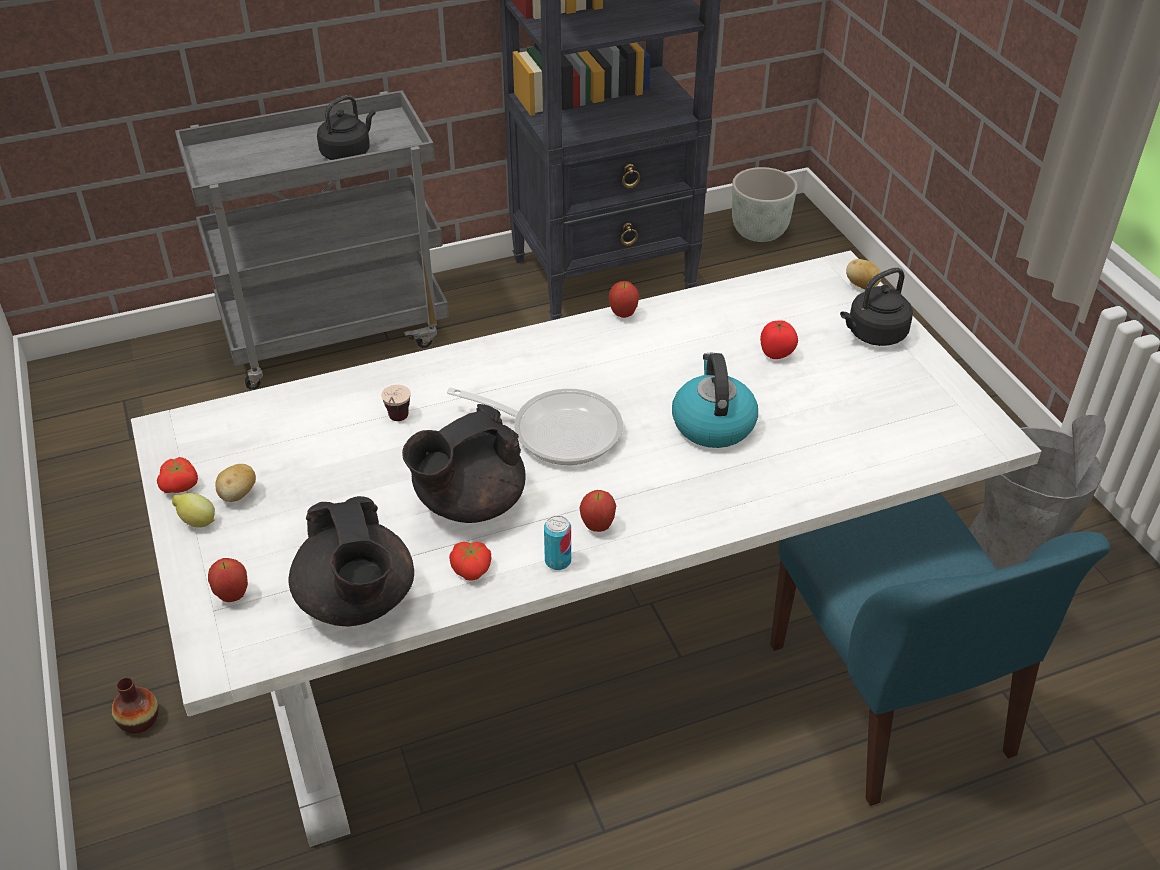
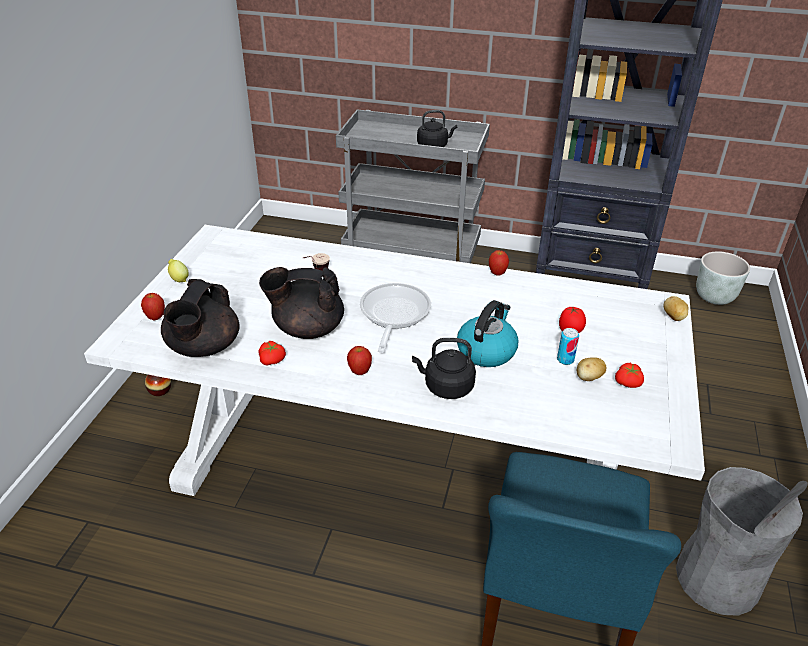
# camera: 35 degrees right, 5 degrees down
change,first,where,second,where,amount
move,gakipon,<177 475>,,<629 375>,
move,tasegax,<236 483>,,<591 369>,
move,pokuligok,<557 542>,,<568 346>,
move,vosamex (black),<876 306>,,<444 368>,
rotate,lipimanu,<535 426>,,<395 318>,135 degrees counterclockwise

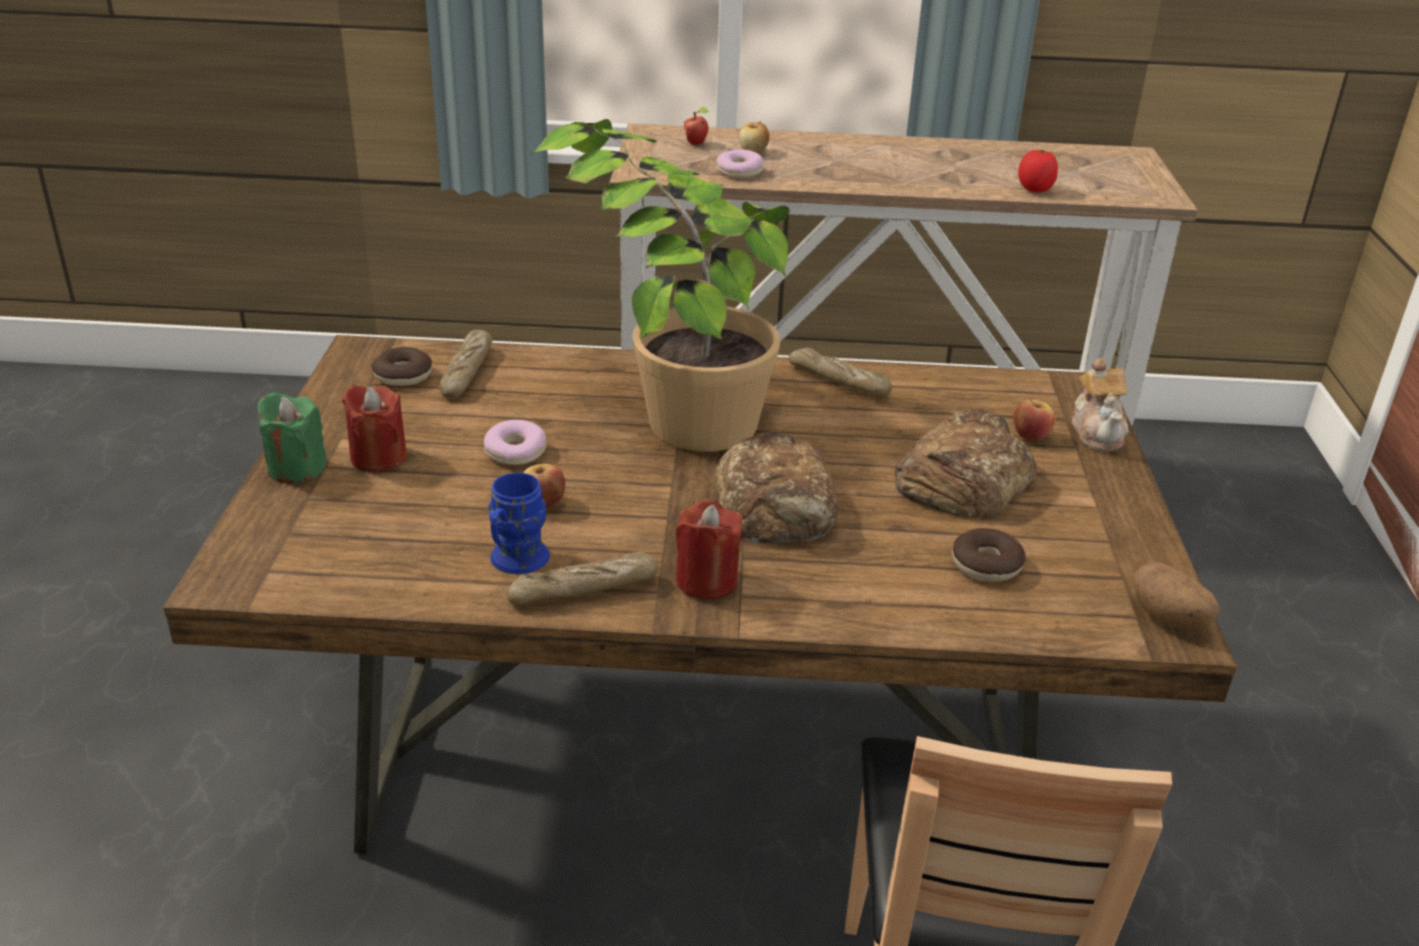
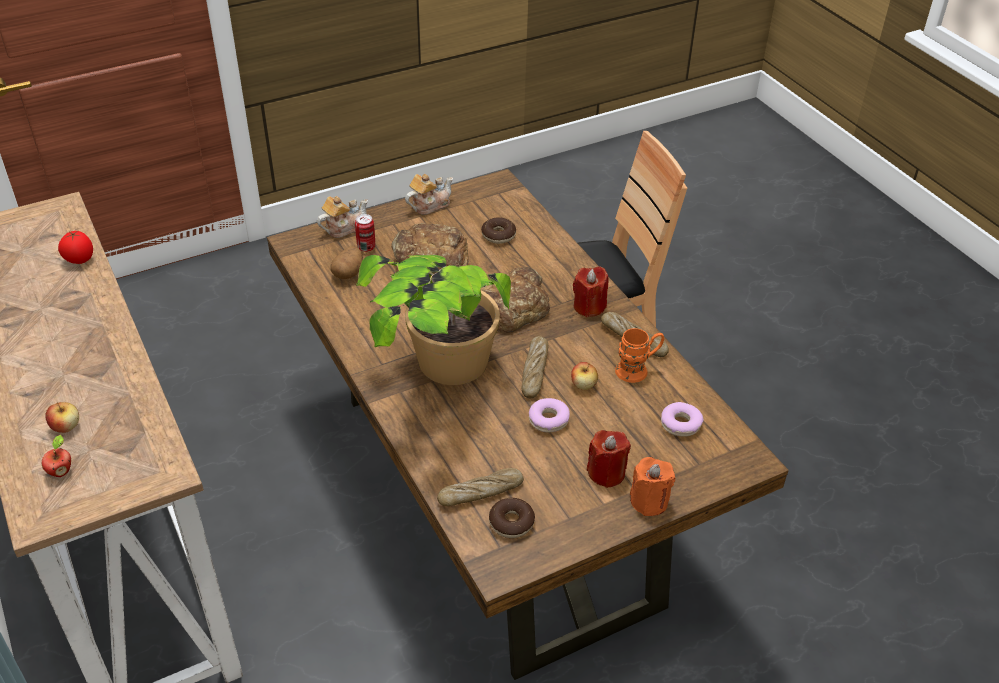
# camera: 120 degrees left, 10 degrees up
change,first,where,second,where,amount
insert,,,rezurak,<429 194>,
move,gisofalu,<740 164>,,<682 419>,
move,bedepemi,<840 372>,,<535 367>,
move,tasegax,<1176 595>,,<347 262>,
replace,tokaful,<1034 420>,pokuligok,<365 233>,
recolor,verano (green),<292 437>,verano (orange),<652 486>,
recolor,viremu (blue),<519 523>,viremu (orange),<639 355>,

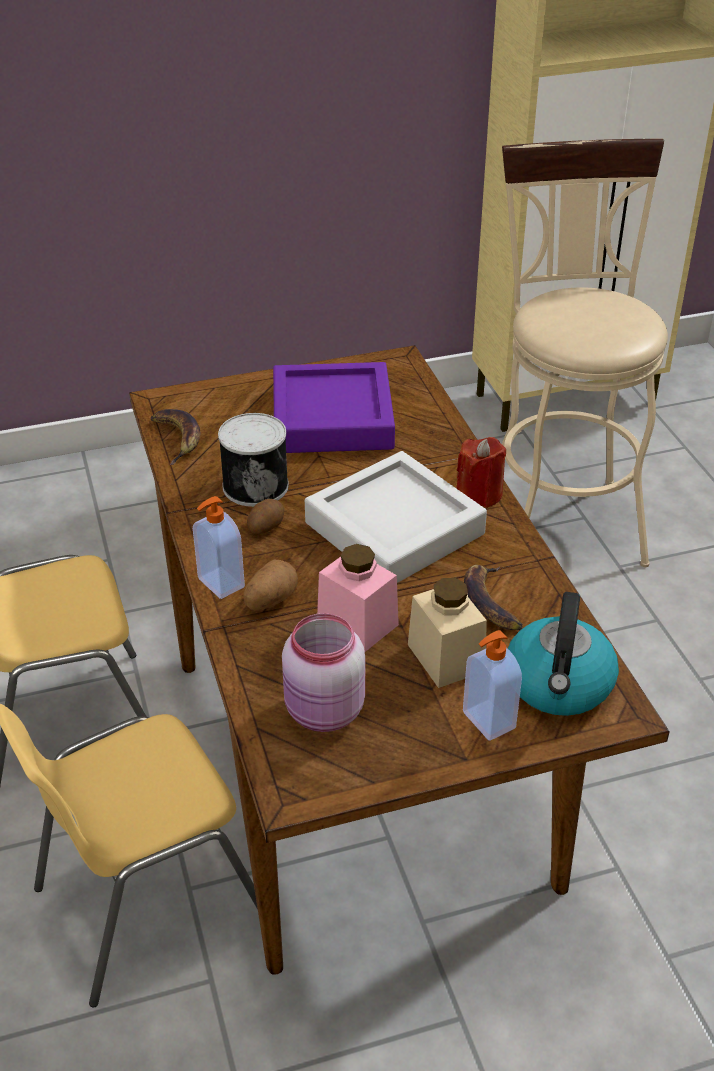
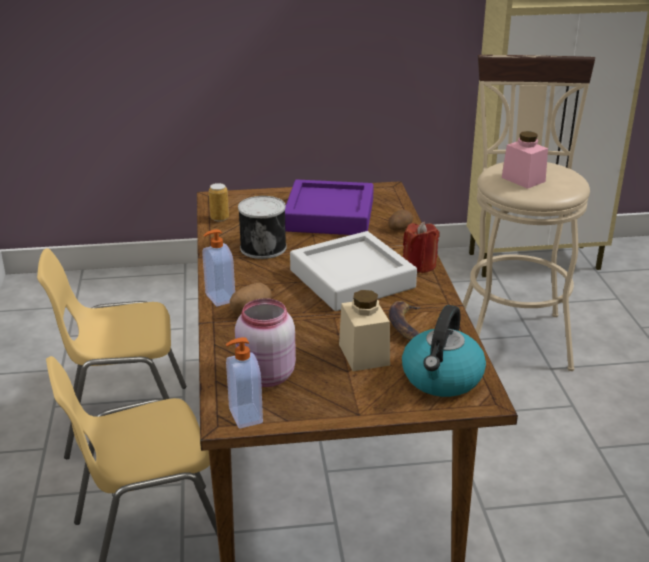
# camera: 10 degrees right, 10 degrees down
change,first,where,second,where,amount
move,tasegax,<265 516>,,<400 220>,
move,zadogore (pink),<358 598>,,<525 160>,
move,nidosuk,<492 685>,,<244 383>,
replace,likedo,<175 437>,pokuligok,<219 202>,

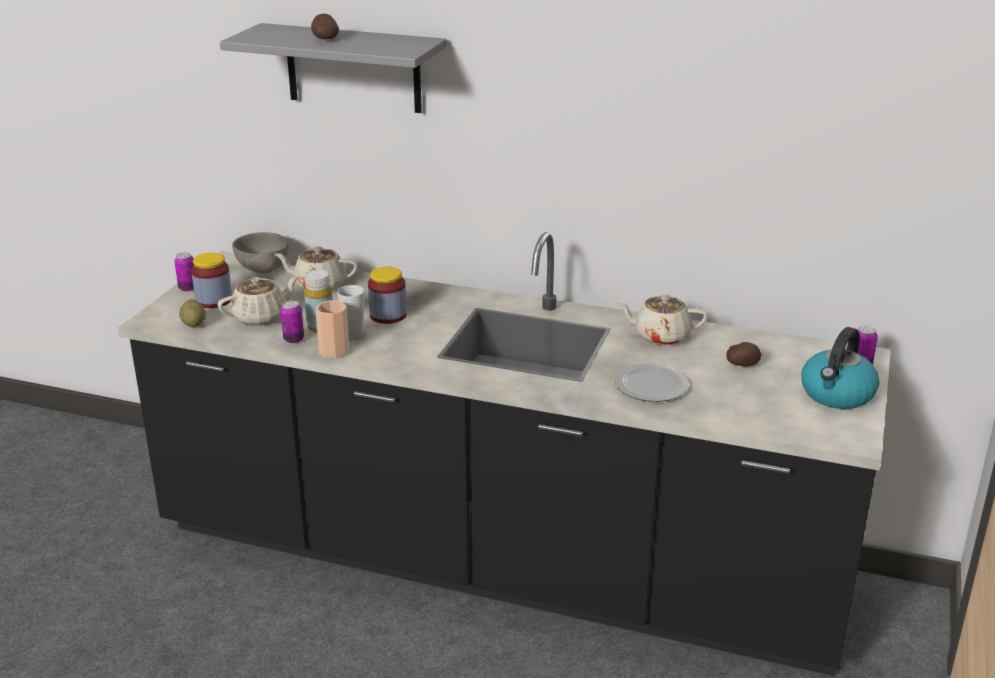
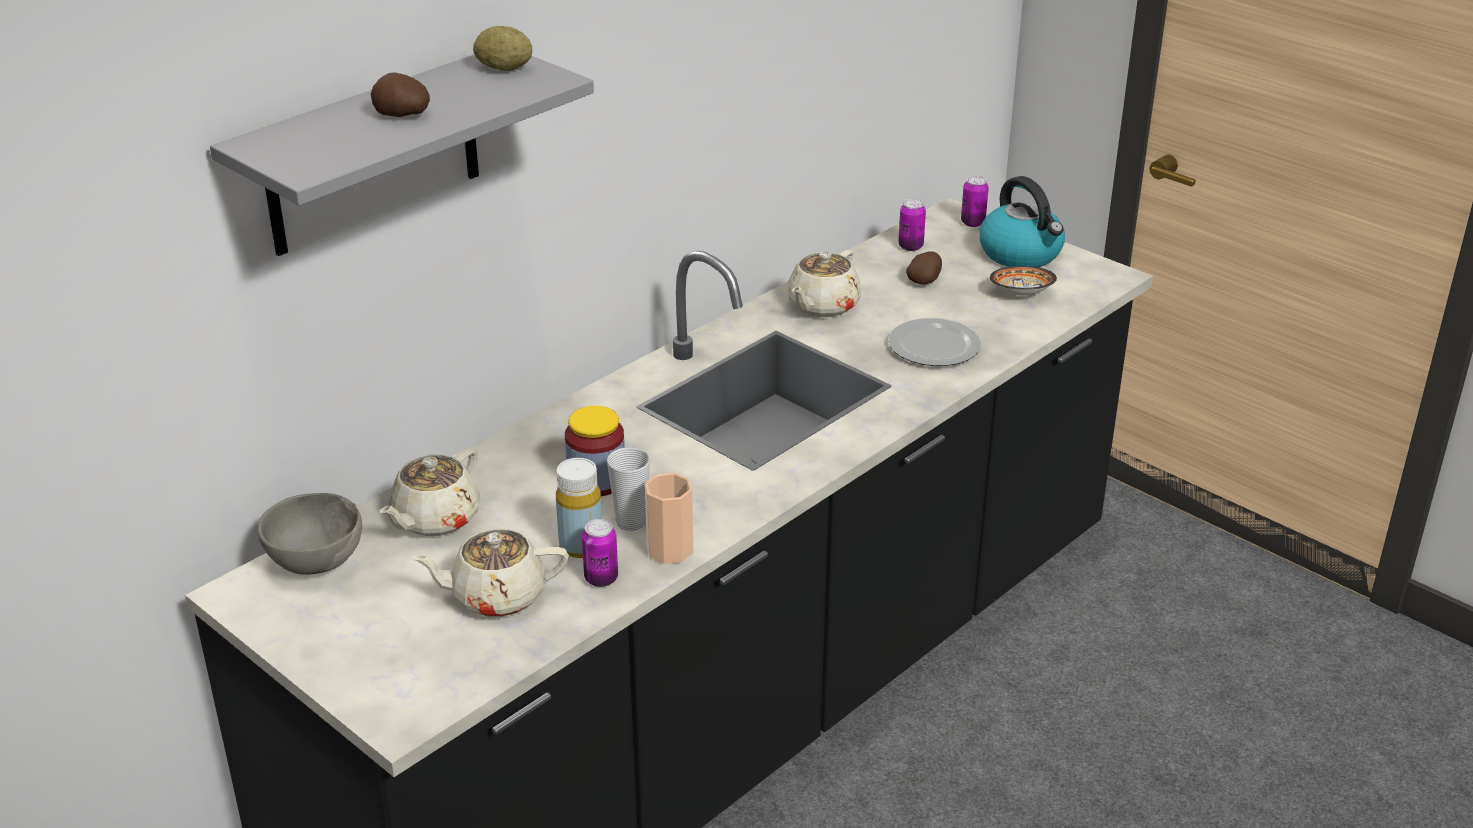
# camera: 65 degrees left, 5 degrees up
change,first,where,second,where,amount
delete,zadogore,<211 280>,,,
insert,,,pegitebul,<1023 281>,
move,pokuligok,<184 272>,,<912 225>,
move,tasegax,<192 313>,,<502 48>,
rotate,rezurak (beige),<258 300>,,<490 573>,90 degrees counterclockwise

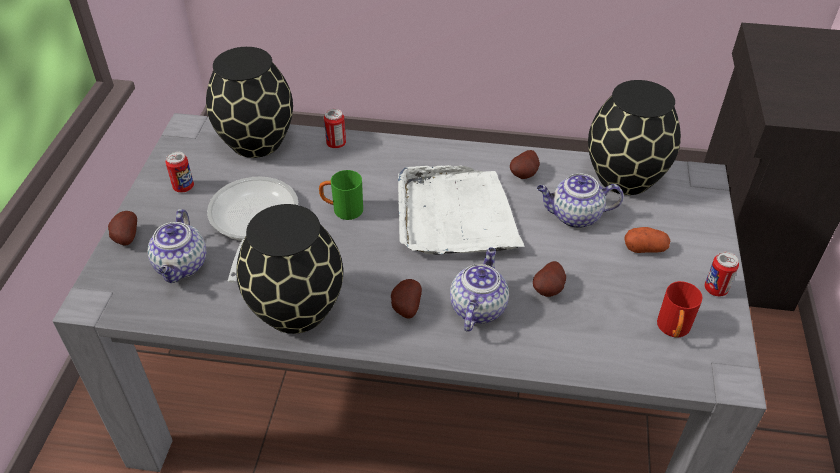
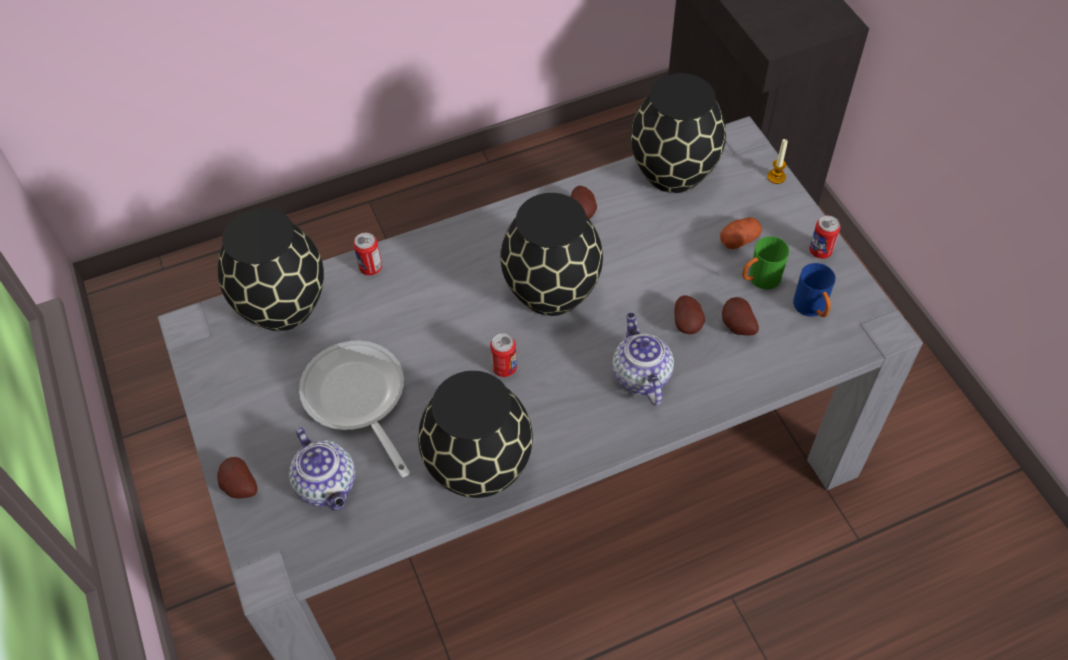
# camera: 30 degrees left, 10 degrees up
change,first,where,second,where,amount
delete,rezurak,<580 200>,,,
insert,,,verano,<777 161>,
move,pokuligok,<179 172>,,<503 355>,
move,viremu (green),<341 195>,,<765 263>,
move,tasegax,<406 299>,,<740 316>,
replace,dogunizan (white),<461 210>,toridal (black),<551 254>,
recolor,viremu (red),<679 309>,viremu (blue),<814 290>,

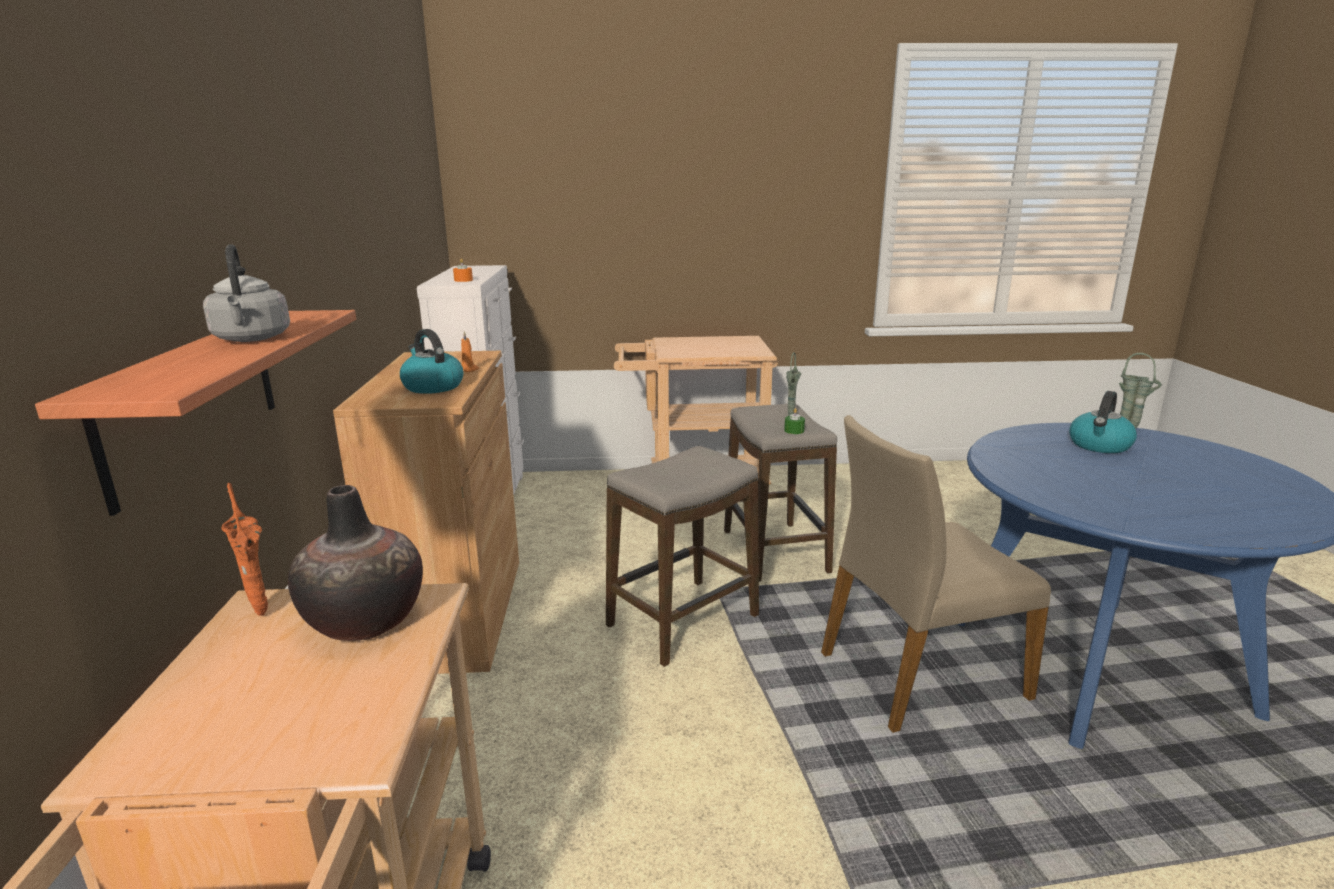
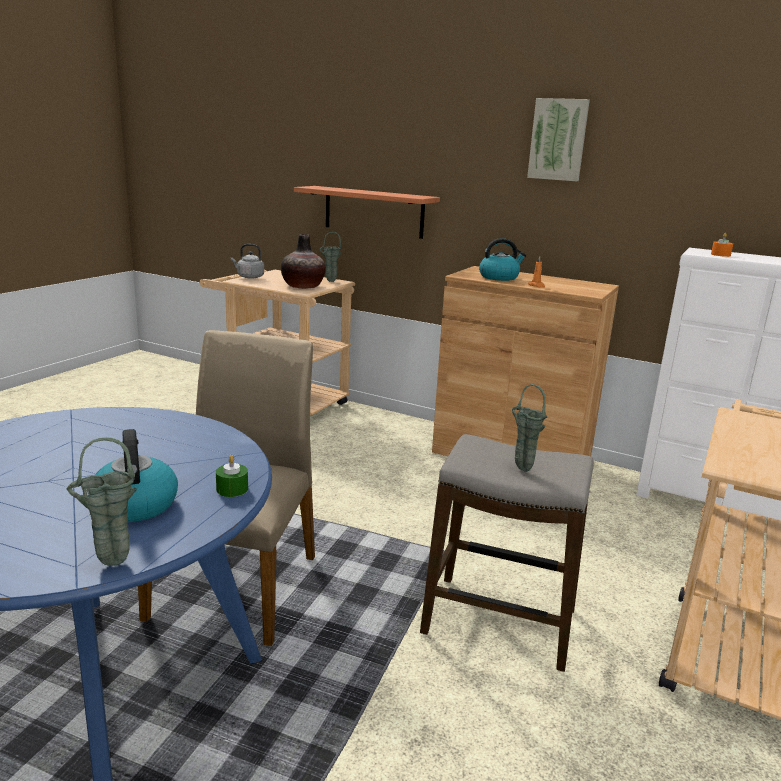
# camera: 120 degrees right, 0 degrees up
change,first,where,second,where,amount
delete,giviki,<682 556>,,,
insert,,,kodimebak,<558 139>,
move,vosamex (grey),<246 293>,,<247 261>,
move,verano (green),<794 421>,,<232 476>,
recolor,toridal (orange),<244 549>,toridal (green),<330 257>,

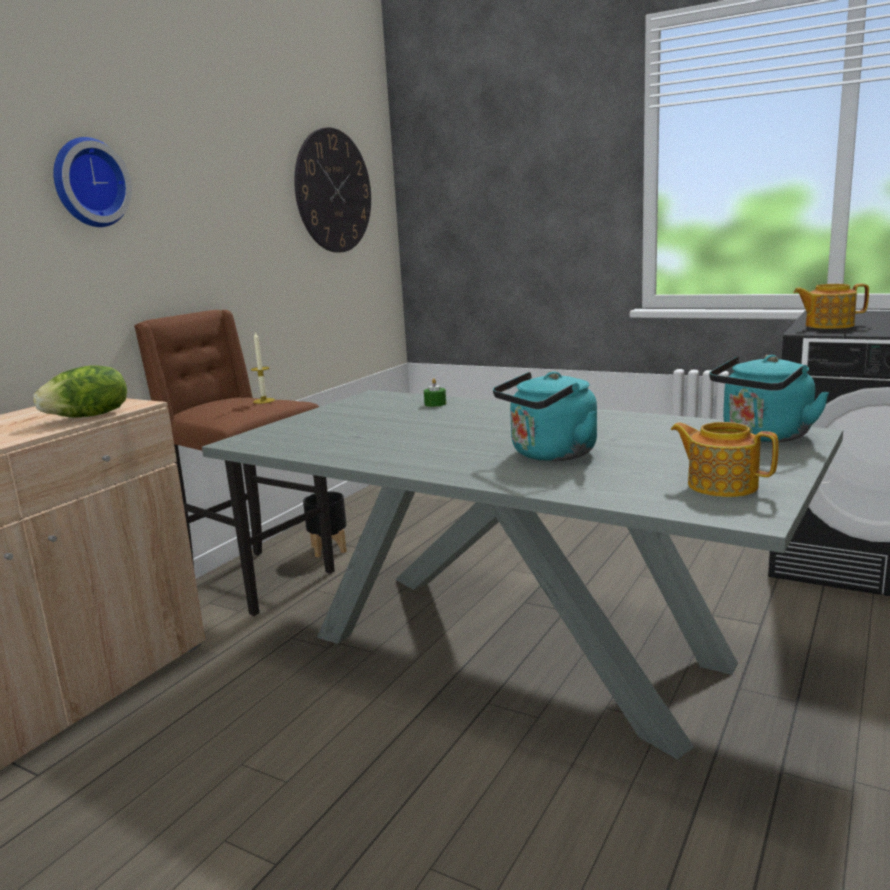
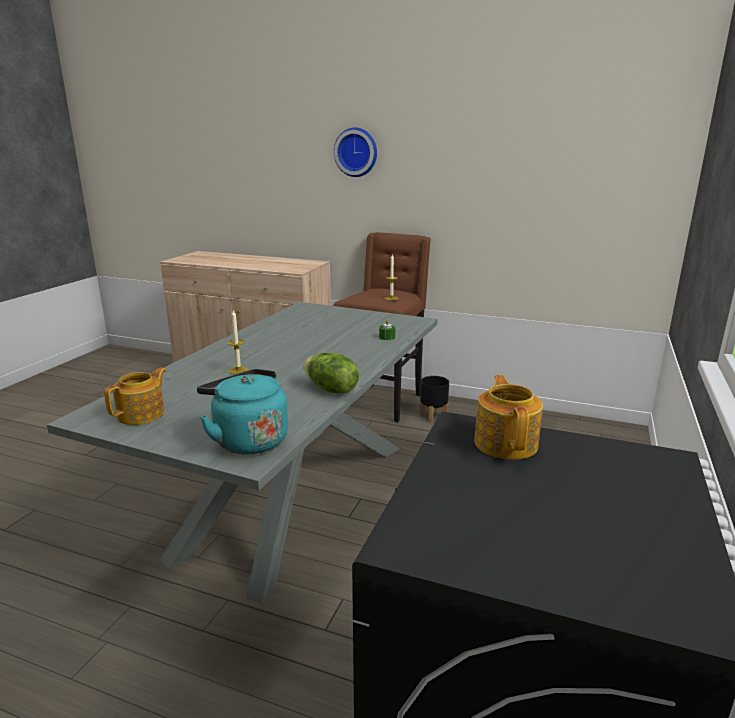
# camera: 80 degrees right, 5 degrees up
change,first,where,second,where,amount
delete,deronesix,<332 190>,,,
move,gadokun,<80 391>,,<331 373>,
replace,vosamex (turquoise),<545 416>,verano,<238 342>,

